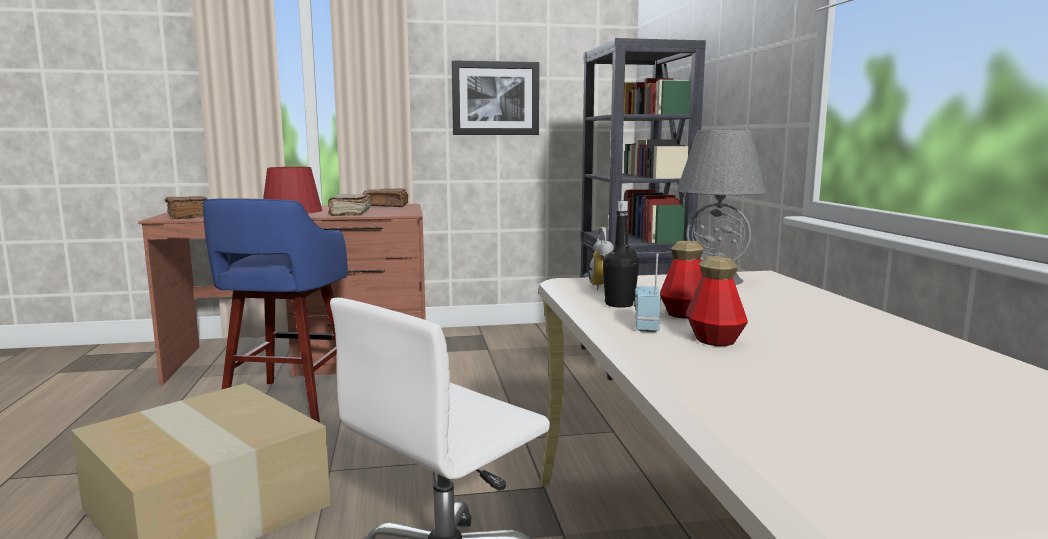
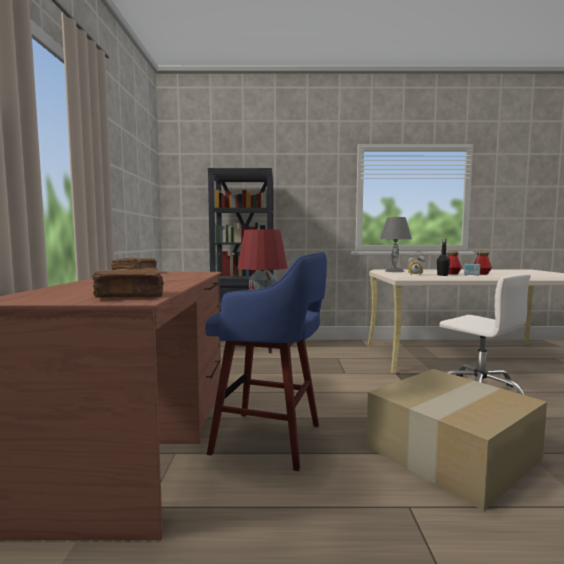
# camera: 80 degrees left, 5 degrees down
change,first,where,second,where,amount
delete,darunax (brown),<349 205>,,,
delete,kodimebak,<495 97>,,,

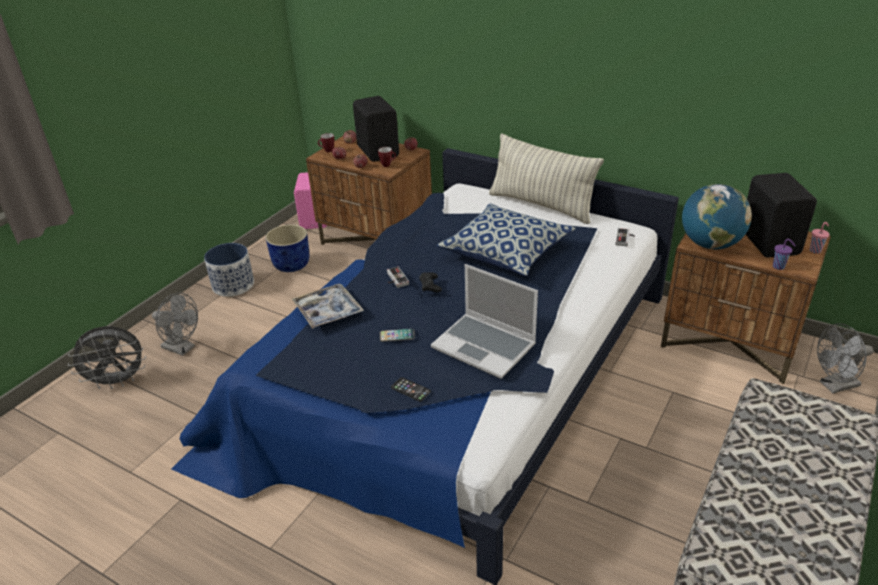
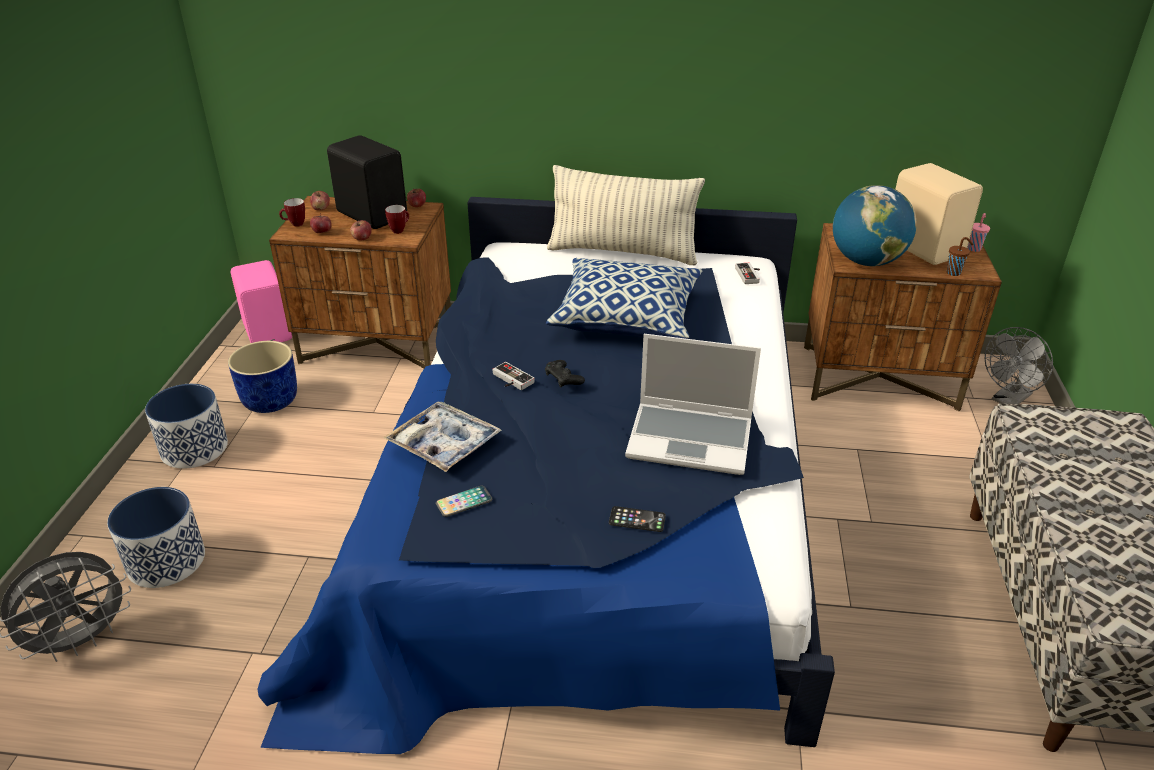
# camera: 25 degrees left, 0 degrees up
change,first,where,second,where,amount
move,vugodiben,<397 335>,,<464 501>,
replace,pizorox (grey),<175 324>,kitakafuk,<156 537>,
recolor,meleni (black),<781 215>,meleni (beige),<939 214>,
recolor,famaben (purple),<784 254>,famaben (brown),<960 256>,

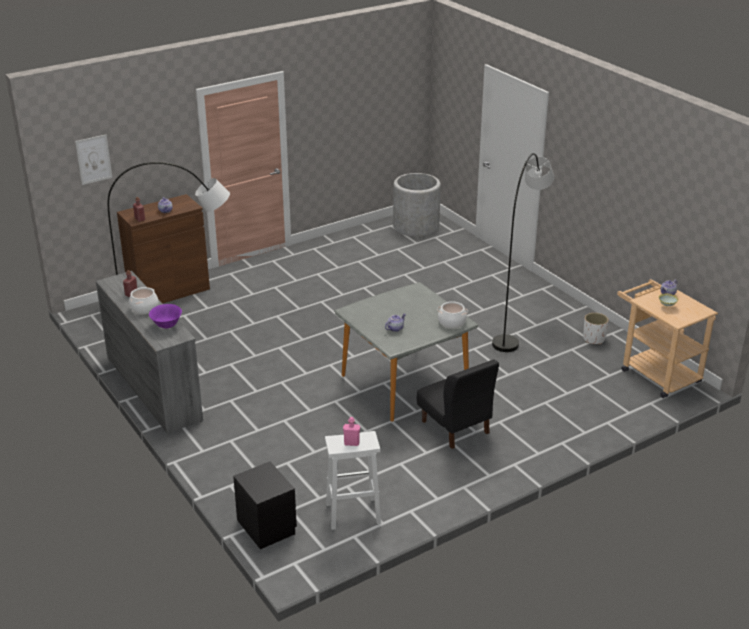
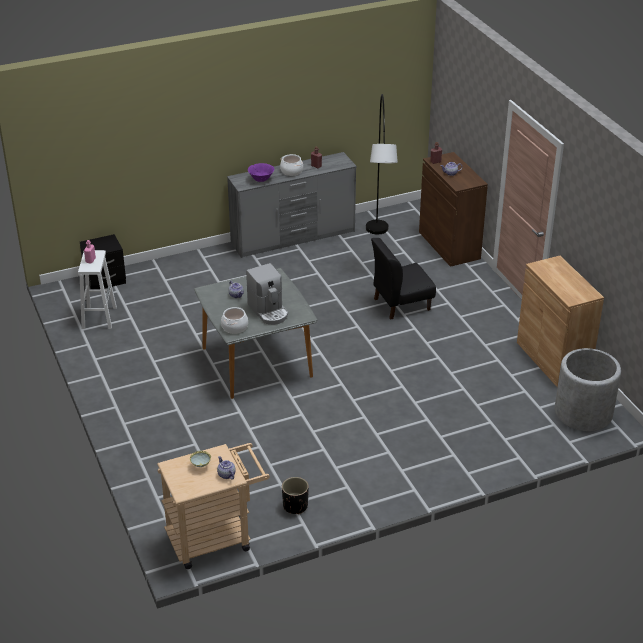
# camera: 100 degrees right, 5 degrees up
change,first,where,second,where,amount
delete,kodimebak,<93 160>,,,
delete,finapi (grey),<523 252>,,,
insert,,,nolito,<267 294>,
insert,,,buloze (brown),<560 321>,
move,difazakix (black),<458 404>,,<403 279>,
recolor,kitakafuk (white),<595 328>,kitakafuk (black),<295 495>,

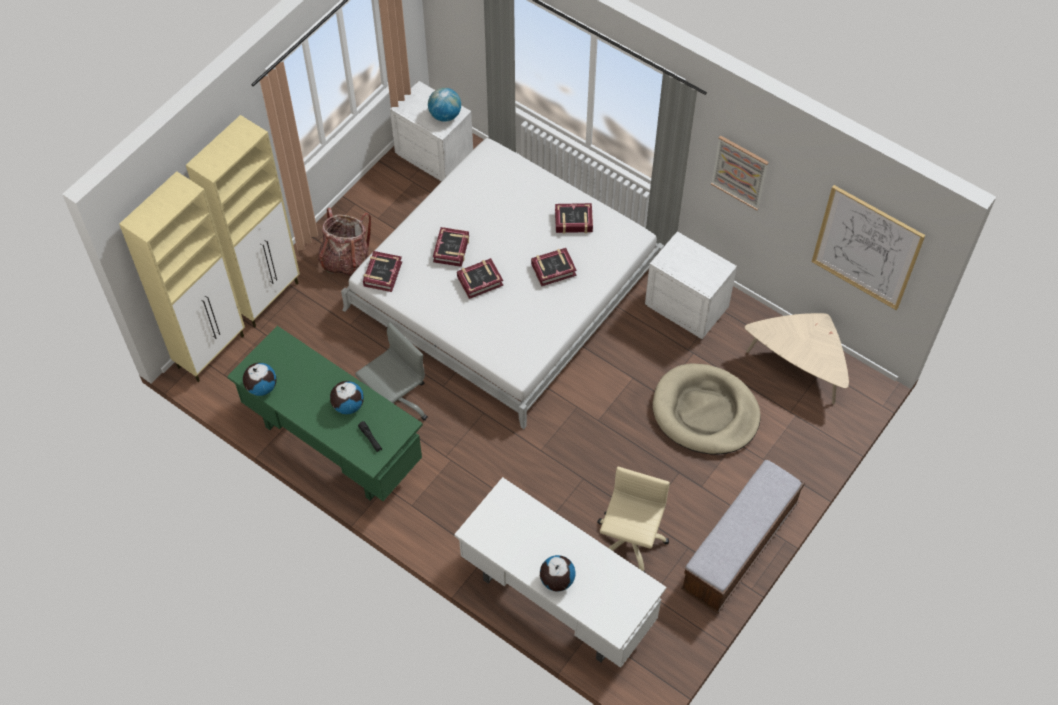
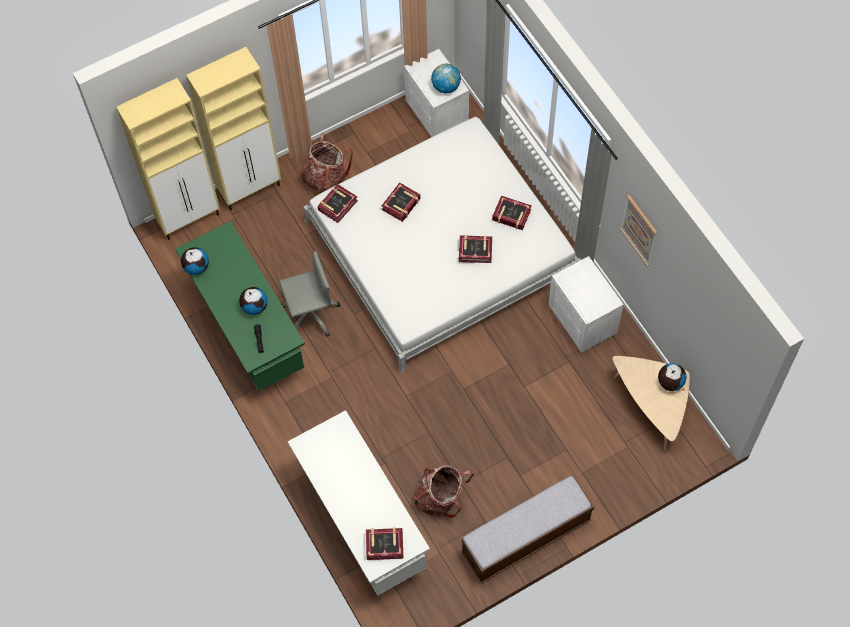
# camera: 25 degrees right, 5 degrees up
change,first,where,second,where,amount
delete,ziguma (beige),<707 409>,,,
delete,kodimebak,<868 247>,,,
move,darunax,<480 278>,,<385 543>,
move,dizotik,<558 573>,,<672 377>,
replace,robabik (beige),<633 519>,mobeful,<444 491>,

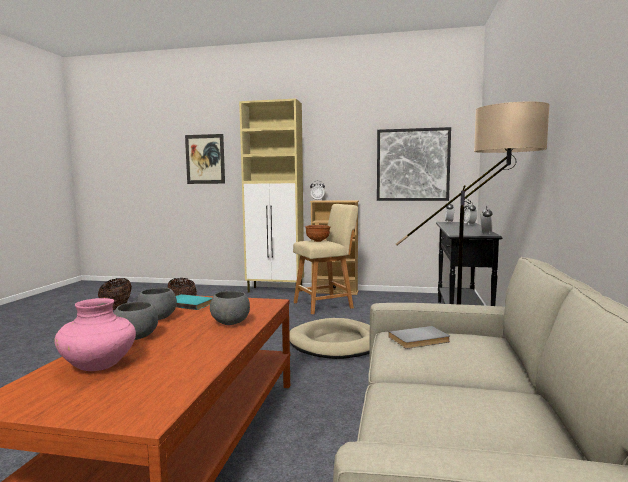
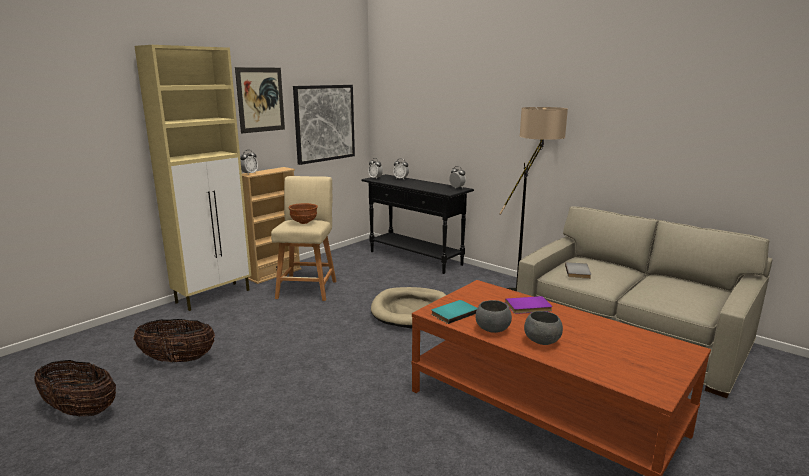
# camera: 60 degrees left, 10 degrees up
change,first,where,second,where,amount
delete,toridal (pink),<95 334>,,,
move,kodimebak,<205 159>,,<260 100>,
replace,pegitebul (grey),<230 308>,darunax (purple),<528 305>,

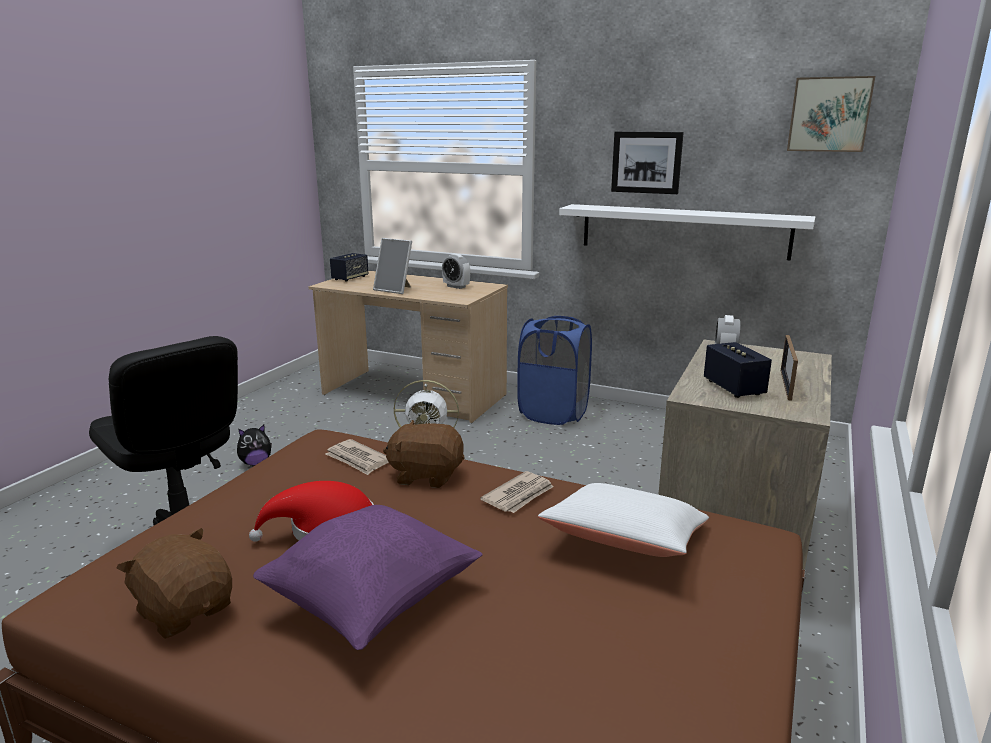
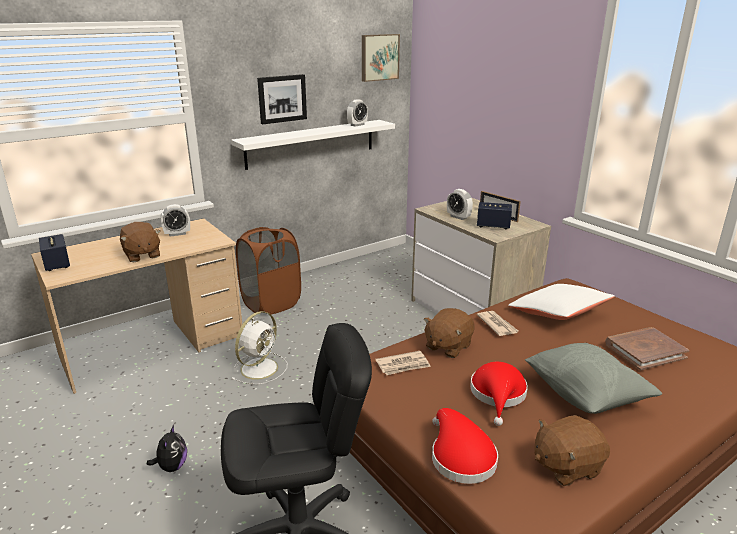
# camera: 60 degrees left, 5 degrees up
change,first,where,second,where,amount
insert,,,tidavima,<357 113>,
insert,,,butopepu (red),<465 446>,
insert,,,darunax (brown),<647 348>,
replace,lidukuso,<392 266>,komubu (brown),<140 242>,
recolor,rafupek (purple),<368 577>,rafupek (grey),<593 378>,
recolor,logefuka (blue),<554 370>,logefuka (brown),<268 270>,

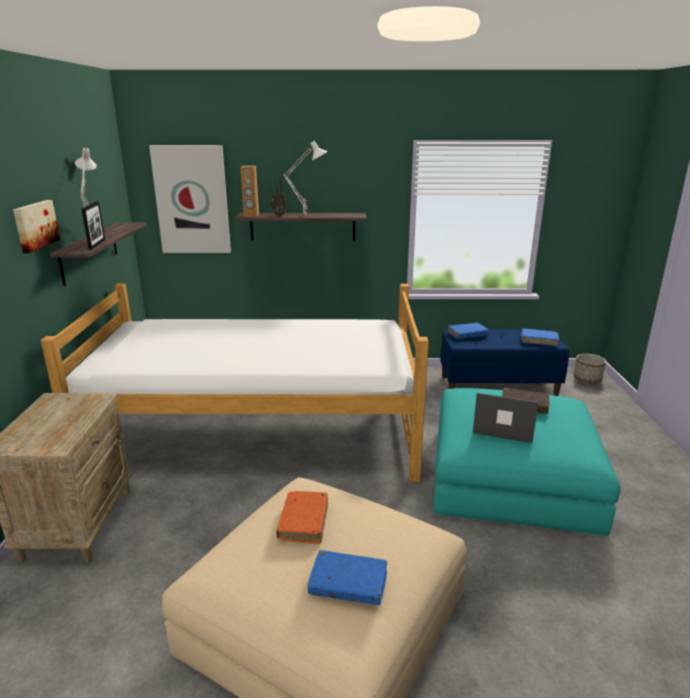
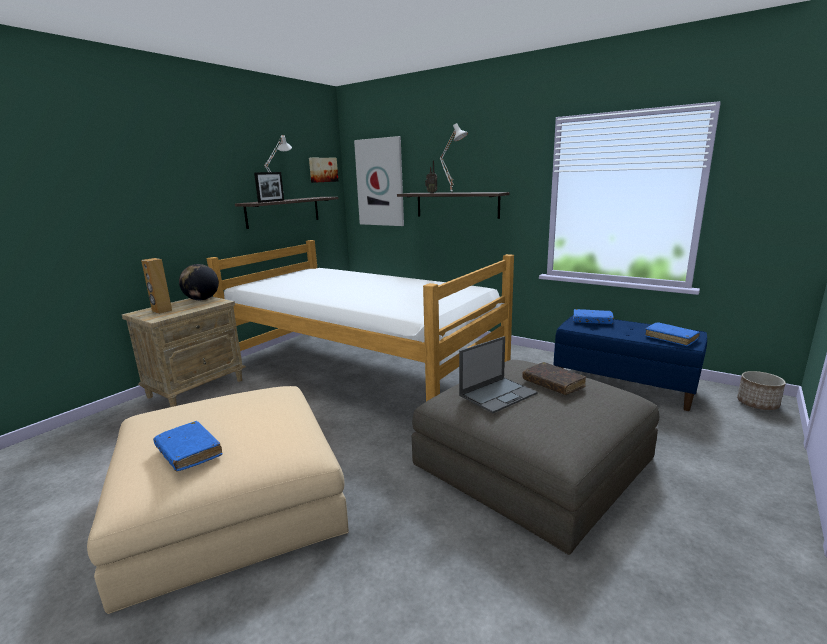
# camera: 35 degrees right, 5 degrees down
change,first,where,second,where,amount
delete,darunax (orange),<302 517>,,,
insert,,,dizotik,<199 282>,
move,kodimebak,<36 226>,,<323 170>,
move,meleni (brown),<249 191>,,<156 286>,
recolor,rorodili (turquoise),<526 462>,rorodili (grey),<535 457>,
rotate,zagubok,<506 418>,,<498 374>,90 degrees clockwise

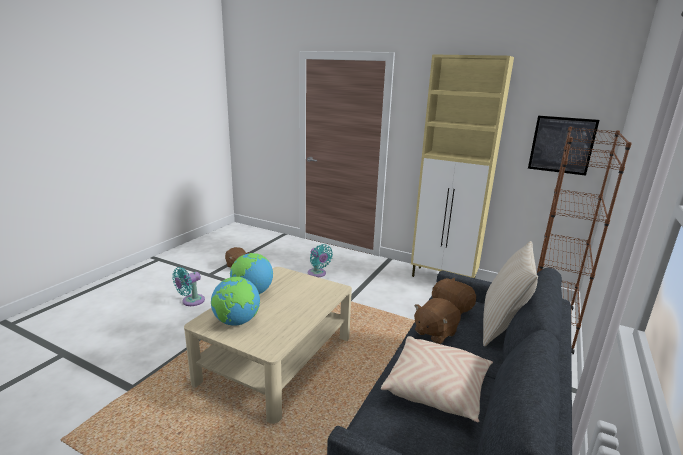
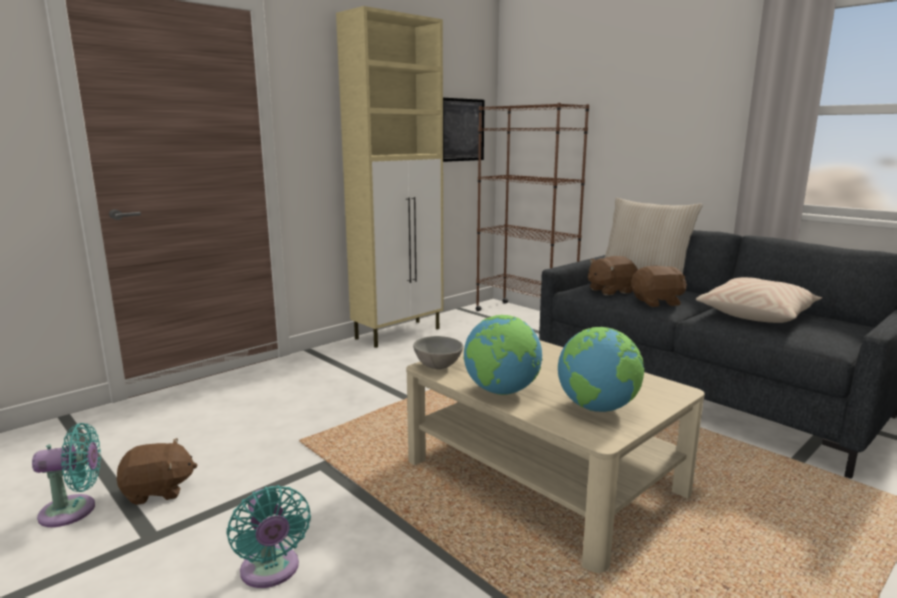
# camera: 70 degrees left, 5 degrees down
change,first,where,second,where,amount
insert,,,pegitebul (grey),<438 352>,
move,pizorox (turquoise),<320 260>,,<66 475>,
rotate,komubu (brown),<437 321>,,<659 286>,75 degrees counterclockwise

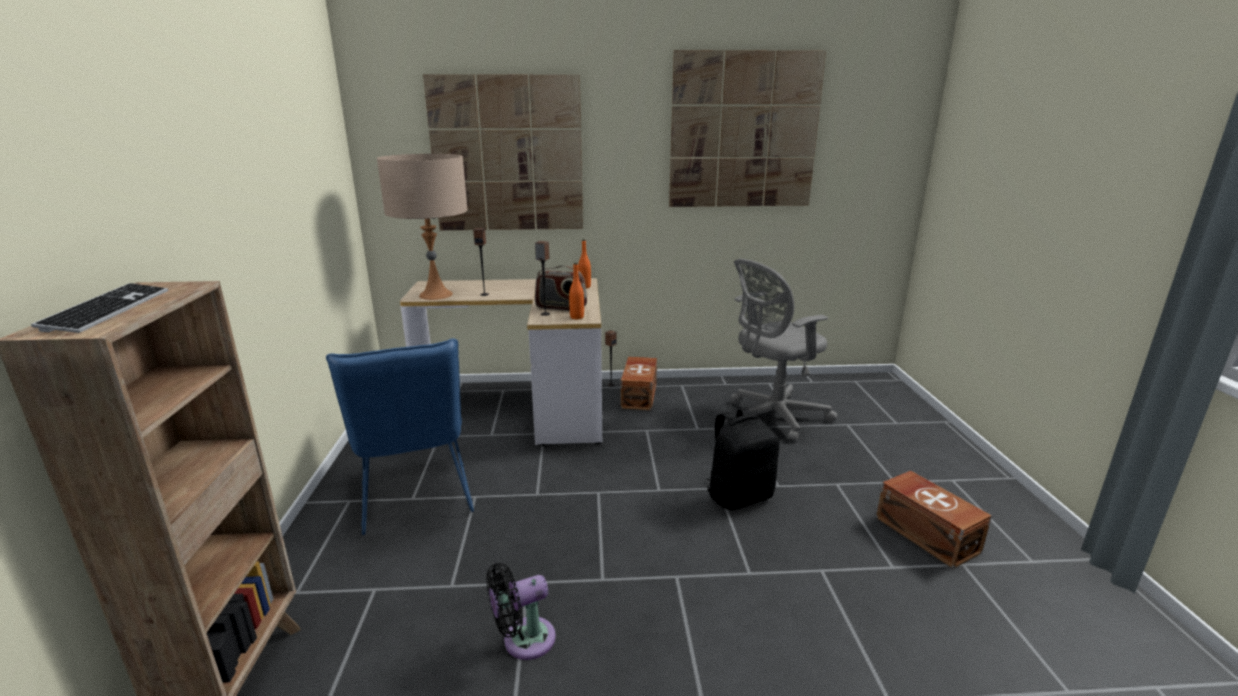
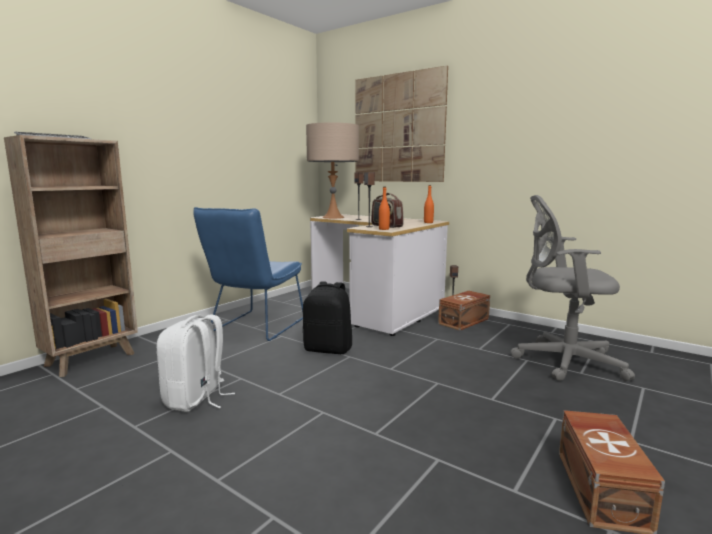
# camera: 40 degrees right, 10 degrees down
change,first,where,second,where,amount
delete,kodimebak,<747 128>,,,
move,mobeful (black),<742 458>,,<327 317>,
replace,pizorox (black),<521 611>,mobeful (white),<196 363>,

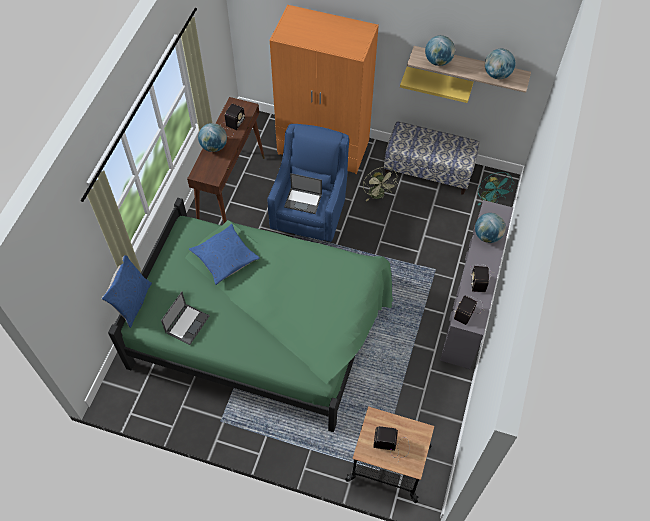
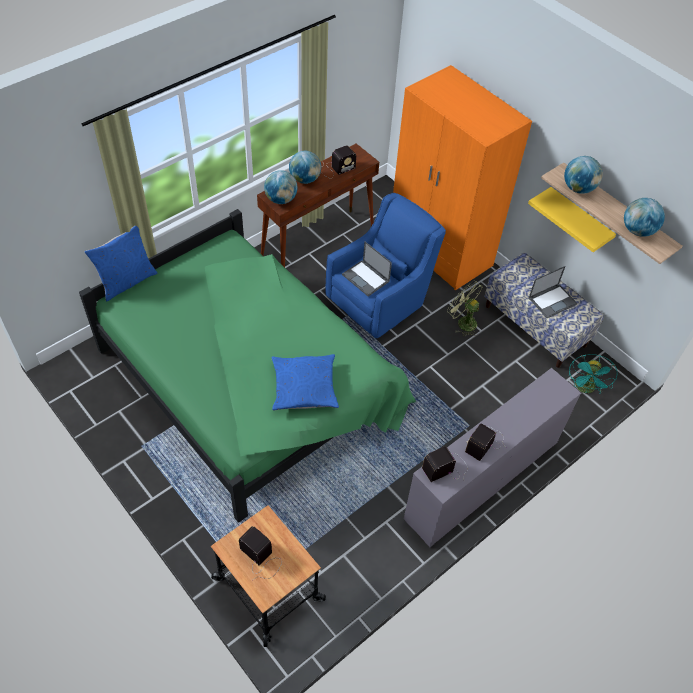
# camera: 30 degrees right, 5 degrees down
change,first,where,second,where,amount
move,zagubok,<185 318>,,<553 292>,
move,rafupek (blue),<224 254>,,<305 382>,
move,dizotik,<490 228>,,<281 187>,
rotate,pizorox (green),<380 184>,,<465 308>,120 degrees clockwise

